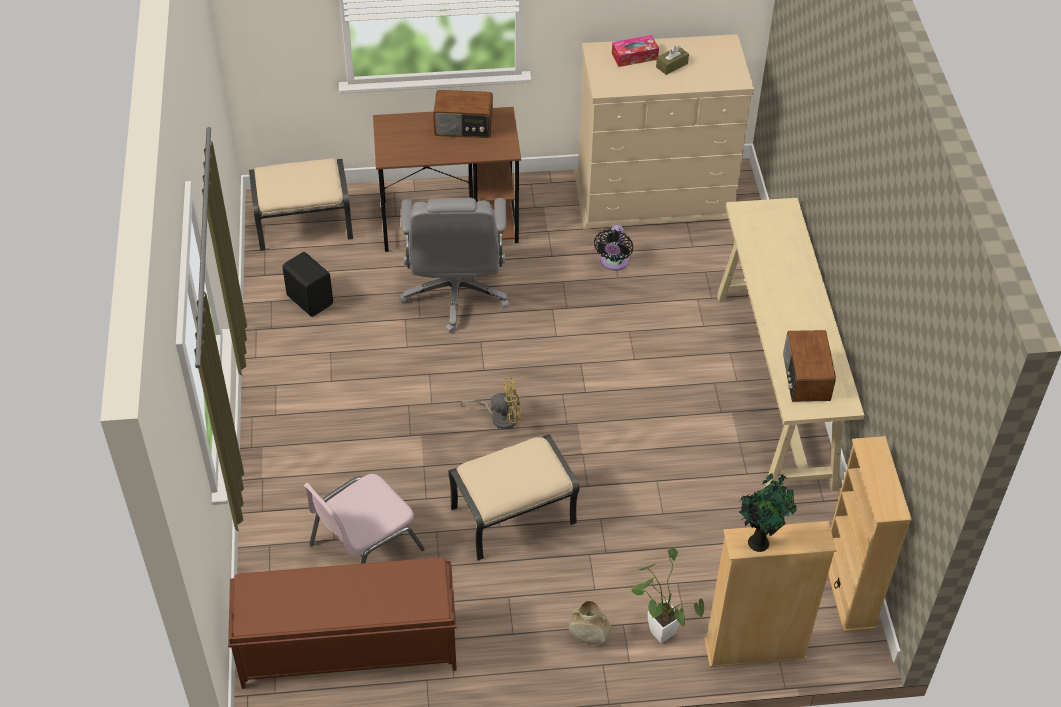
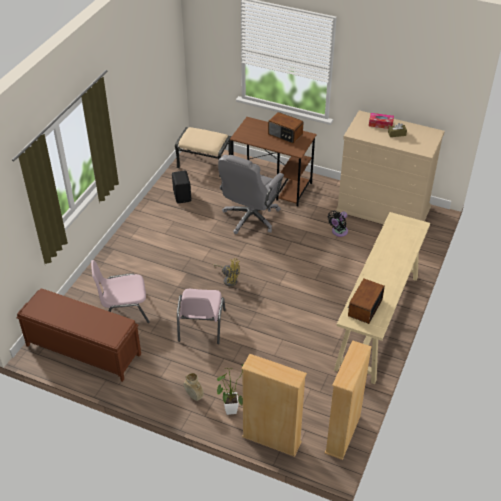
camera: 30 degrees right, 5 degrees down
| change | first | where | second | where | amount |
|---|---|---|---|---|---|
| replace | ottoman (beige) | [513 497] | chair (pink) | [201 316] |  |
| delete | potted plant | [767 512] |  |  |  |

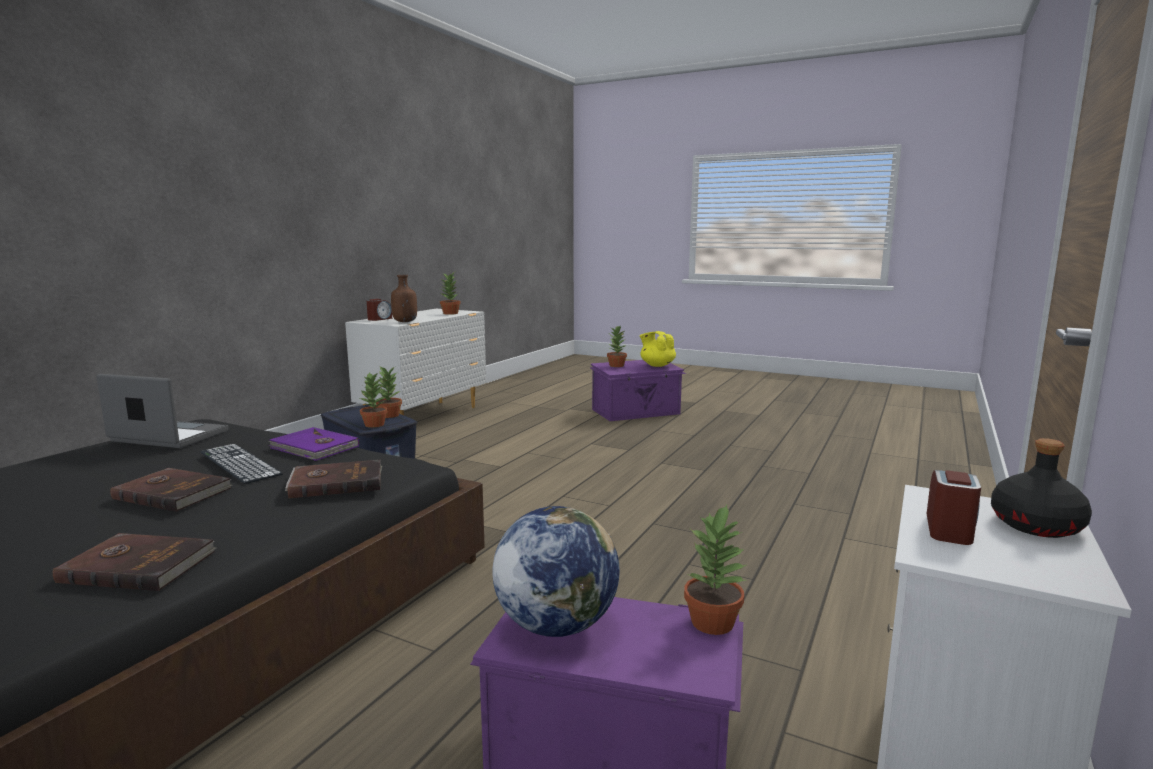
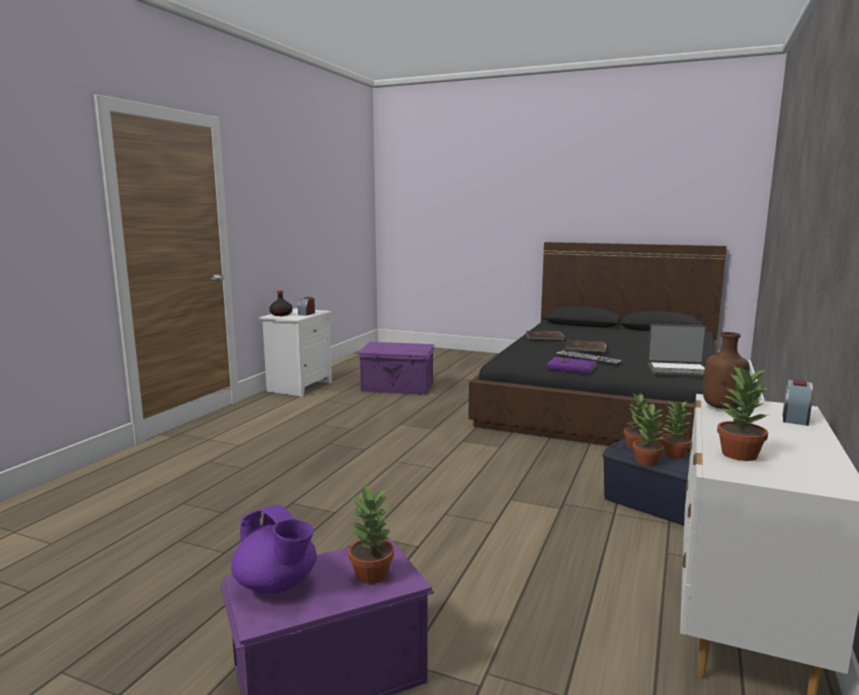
camera: 175 degrees right, 0 degrees up
| change | first | where | second | where | amount |
|---|---|---|---|---|---|
| recolor | teapot (yellow) | [658 349] | teapot (purple) | [274 549] |  |
| delete | book (brown) | [333 479] |  |  |  |
| move | potted plant | [715 570] |  | [676 430] |  |
| delete | globe | [556 571] |  |  |  |

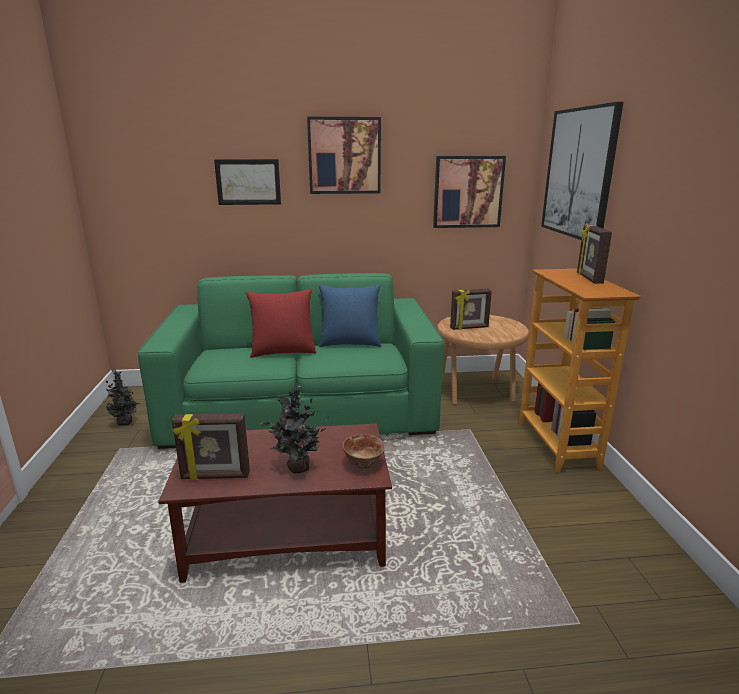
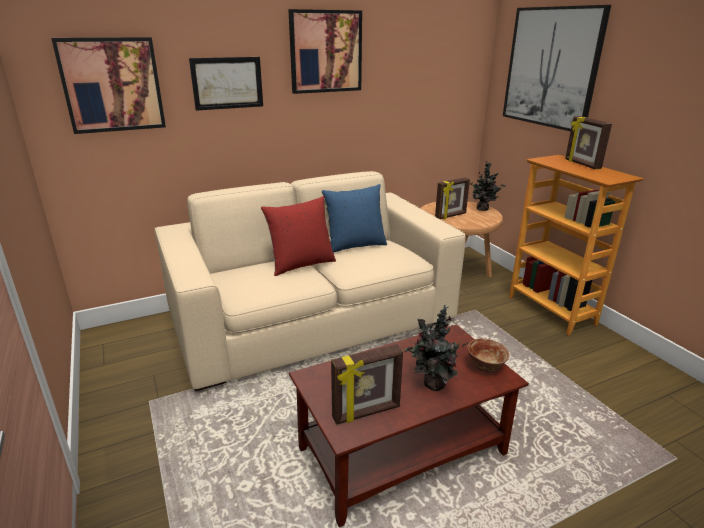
camera: 20 degrees left, 5 degrees up
| change | first | where | second | where | amount |
|---|---|---|---|---|---|
| move | picture | [469 192] |  | [108 85] |  |
| recolor | sofa (green) | [291 361] | sofa (beige) | [310 281] |  |
| move | potted plant | [123 397] |  | [488 186] |  |

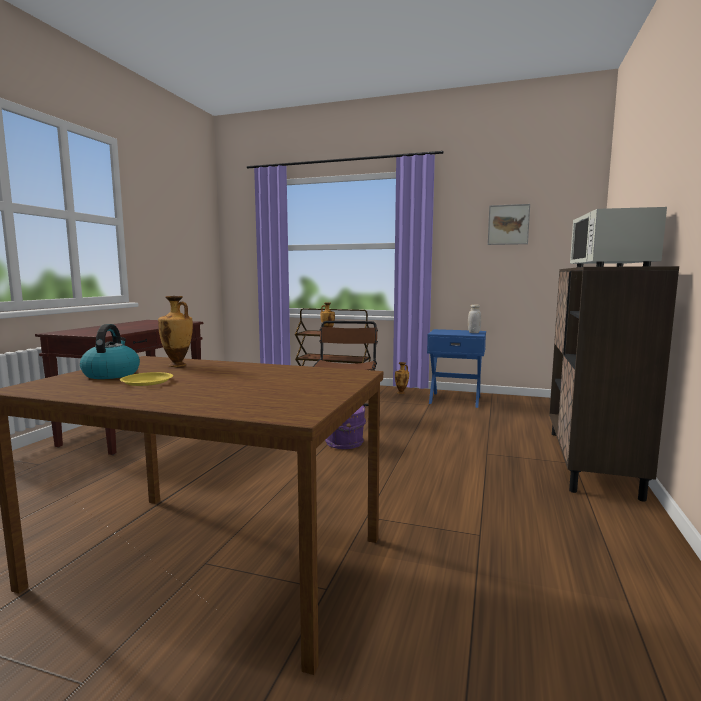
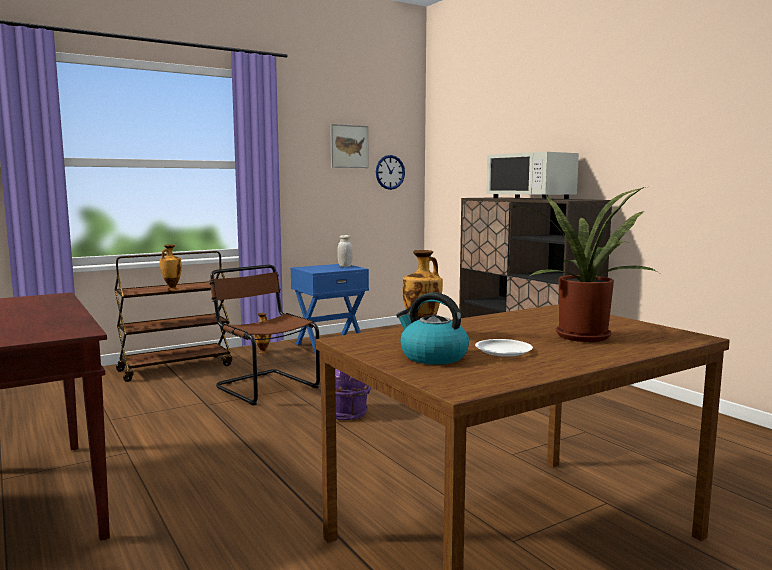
camera: 50 degrees left, 0 degrees up
| change | first | where | second | where | amount |
|---|---|---|---|---|---|
| recolor | plate (yellow) | [146 379] | plate (white) | [504 348] |  |
| insert |  |  | wall clock | [390 172] |  |
| insert |  |  | potted plant | [586 264] |  |

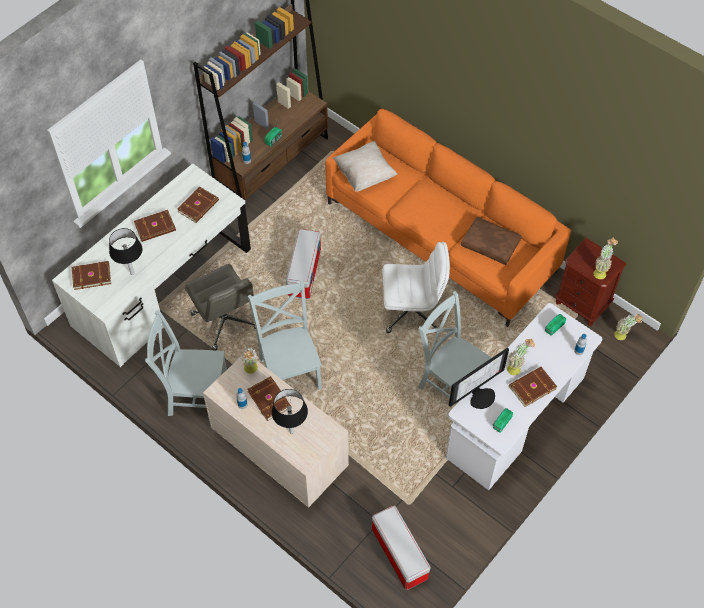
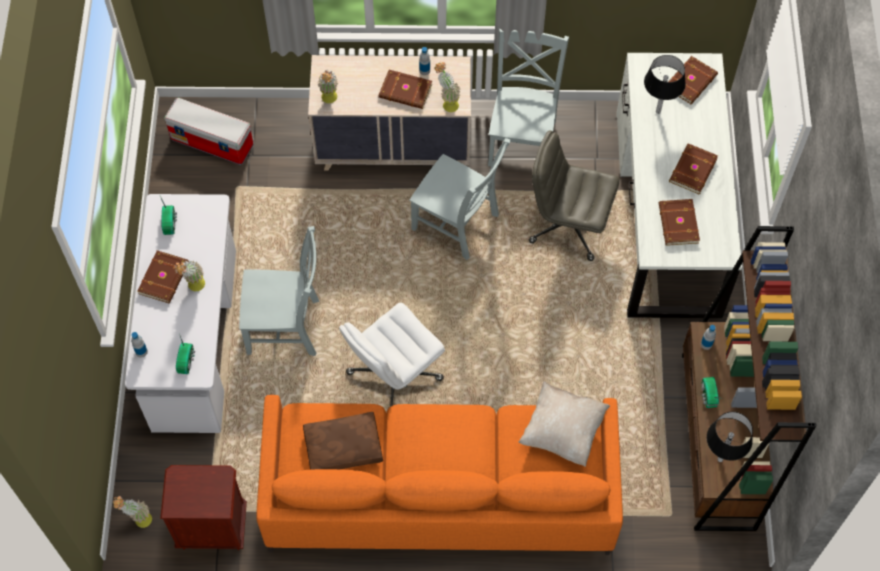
camera: 140 degrees right, 5 degrees up
| change | first | where | second | where | amount |
|---|---|---|---|---|---|
| delete | storage box | [303 264] |  |  |  |
| move | potted plant | [605 258] |  | [328 86] |  |
| rotate | chair (grey) | [186 363] |  | [528 97] | 45 degrees counterclockwise |
| delete | monitor | [479 378] |  |  |  |
| move | table lamp (black) | [290 411] |  | [730 437] |  |

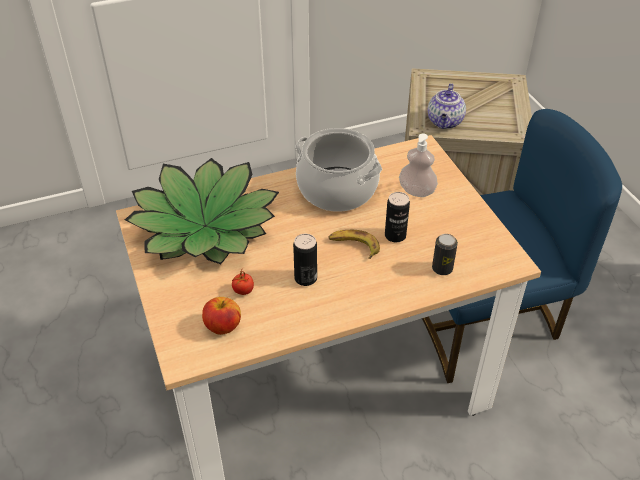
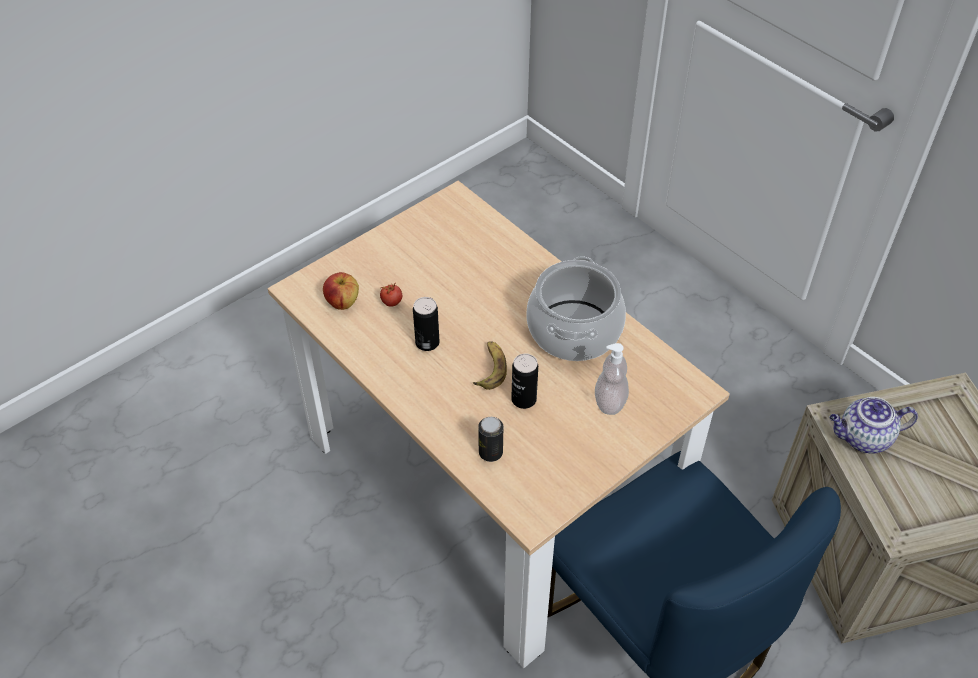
camera: 70 degrees right, 5 degrees up
| change | first | where | second | where | amount |
|---|---|---|---|---|---|
| delete | potted plant | [202 211] |  |  |  |

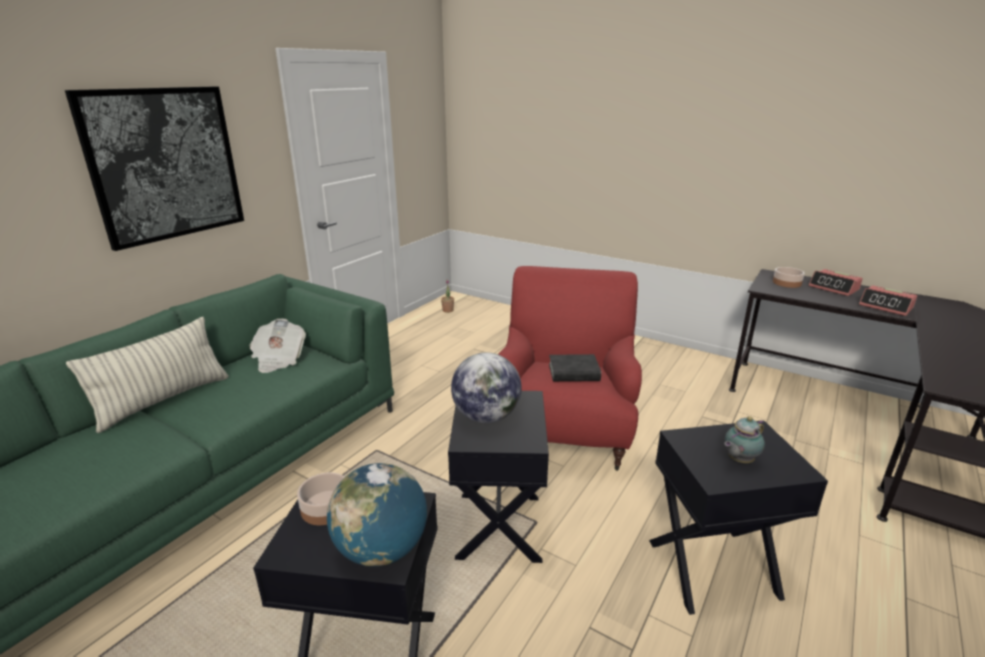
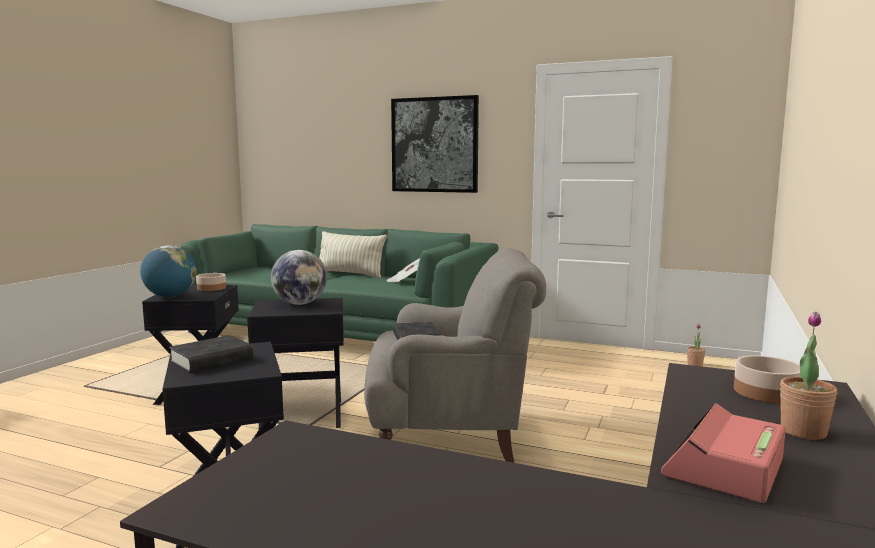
camera: 80 degrees right, 15 degrees down
| change | first | where | second | where | amount |
|---|---|---|---|---|---|
| recolor | armchair (red) | [570 368] | armchair (grey) | [455 355] |  |
| replace | alarm clock | [835 282] | potted plant | [808 376] |  |
| replace | teapot | [744 439] | book (black) | [211 354] |  |

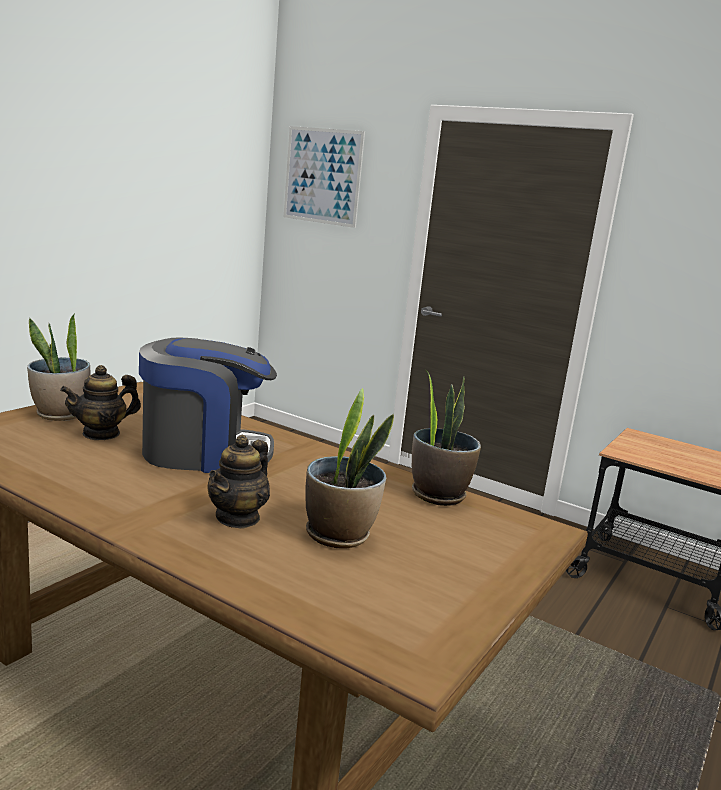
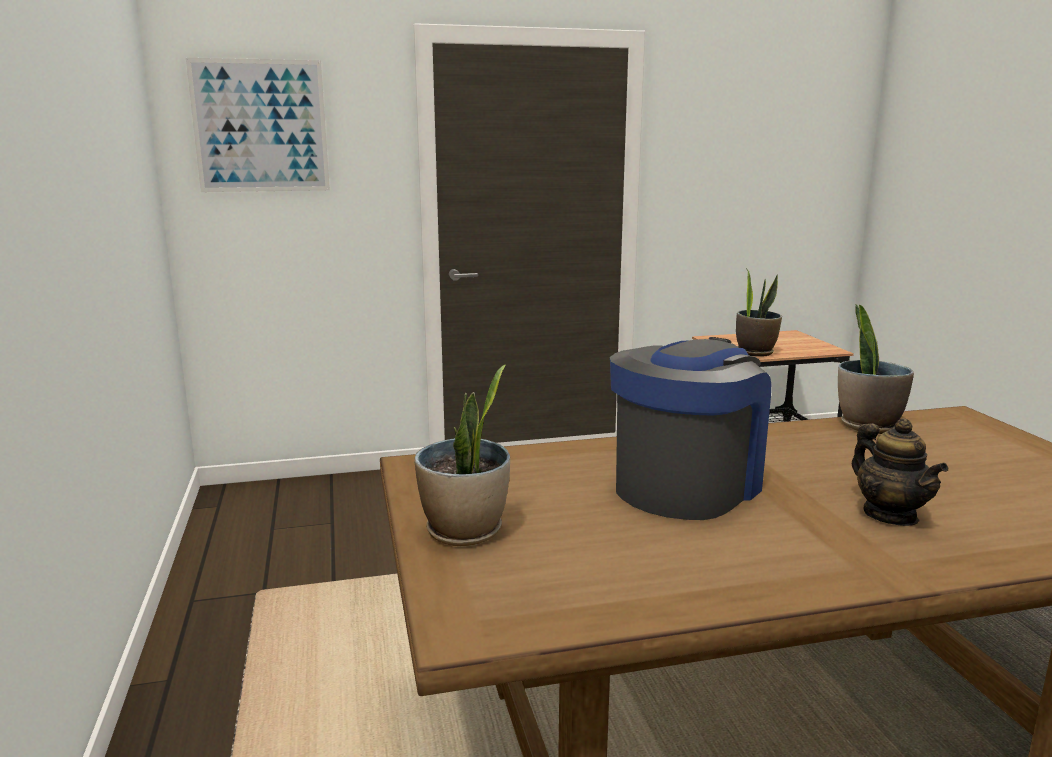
camera: 45 degrees left, 0 degrees up
| change | first | where | second | where | amount |
|---|---|---|---|---|---|
| delete | teapot | [100 402] |  |  |  |
| move | potted plant | [349 468] |  | [759 312] |  |

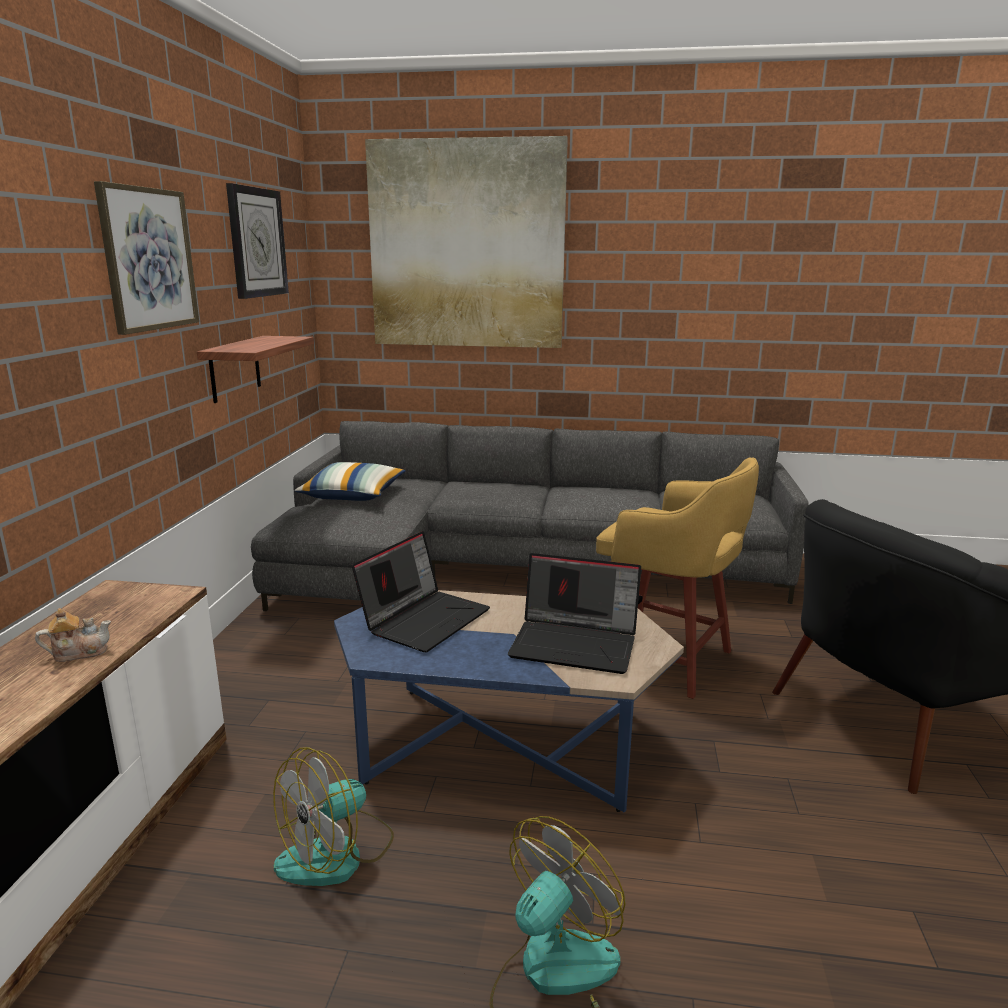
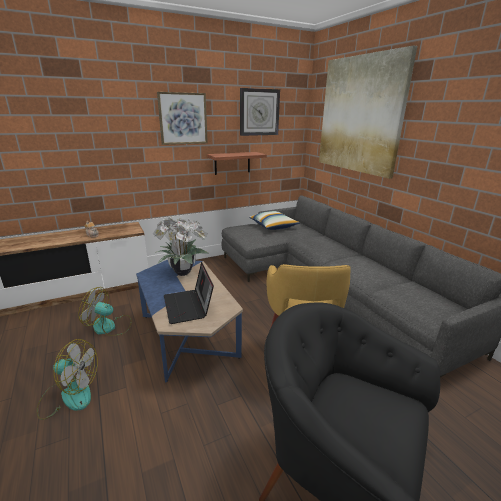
camera: 55 degrees right, 5 degrees up
| change | first | where | second | where | amount |
|---|---|---|---|---|---|
| replace | laptop | [421 592] | potted plant | [180 246] |  |

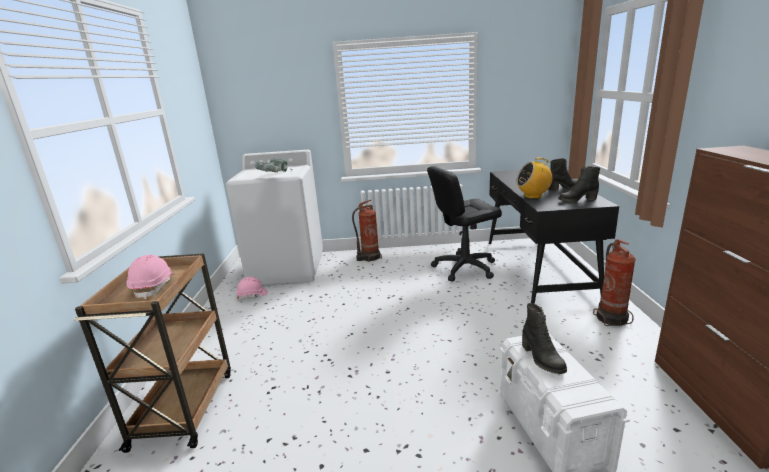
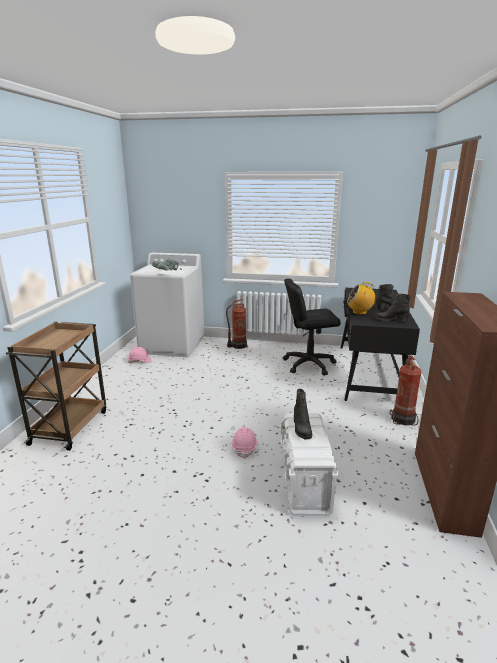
camera: 10 degrees right, 0 degrees up
| change | first | where | second | where | amount |
|---|---|---|---|---|---|
| move | hard hat (pink) | [151 277] |  | [244 443] |  |

